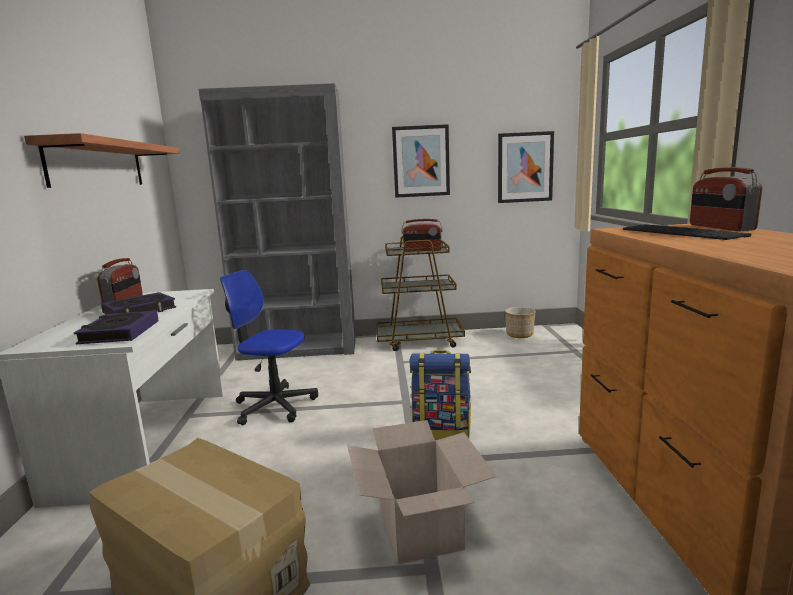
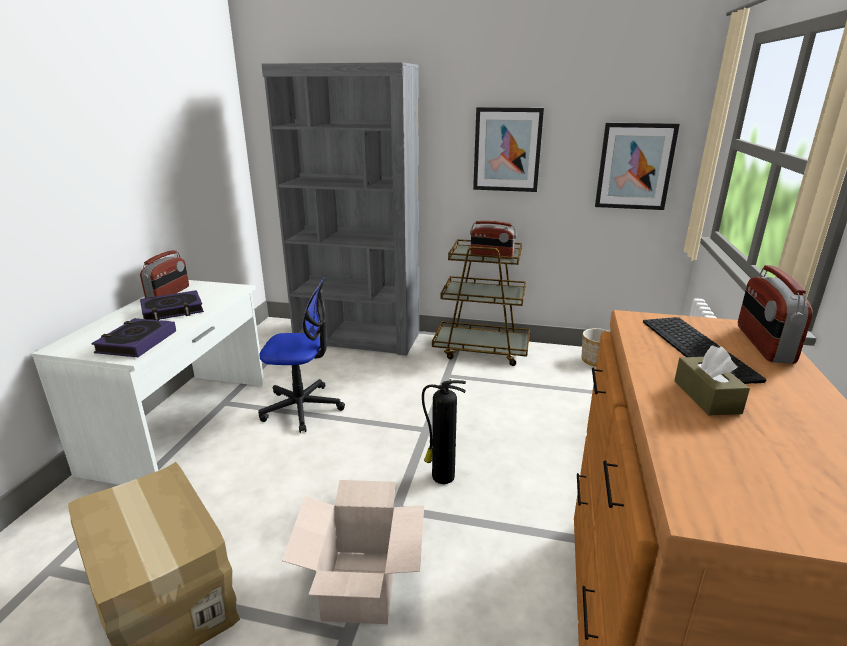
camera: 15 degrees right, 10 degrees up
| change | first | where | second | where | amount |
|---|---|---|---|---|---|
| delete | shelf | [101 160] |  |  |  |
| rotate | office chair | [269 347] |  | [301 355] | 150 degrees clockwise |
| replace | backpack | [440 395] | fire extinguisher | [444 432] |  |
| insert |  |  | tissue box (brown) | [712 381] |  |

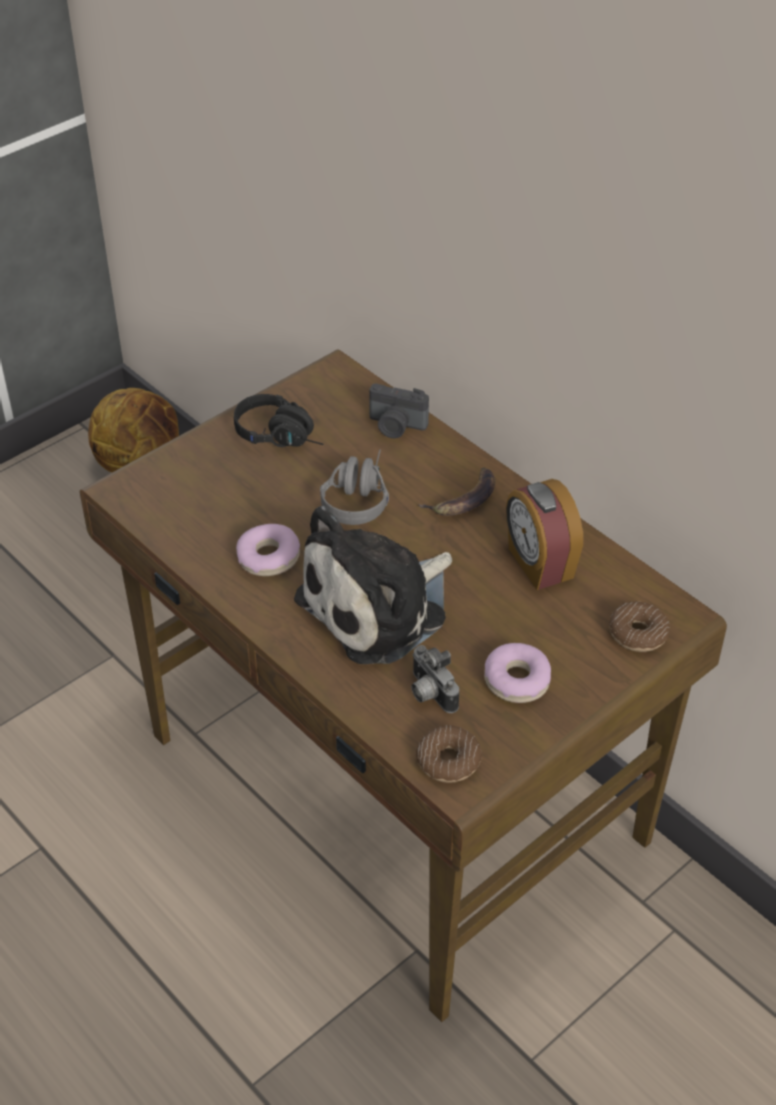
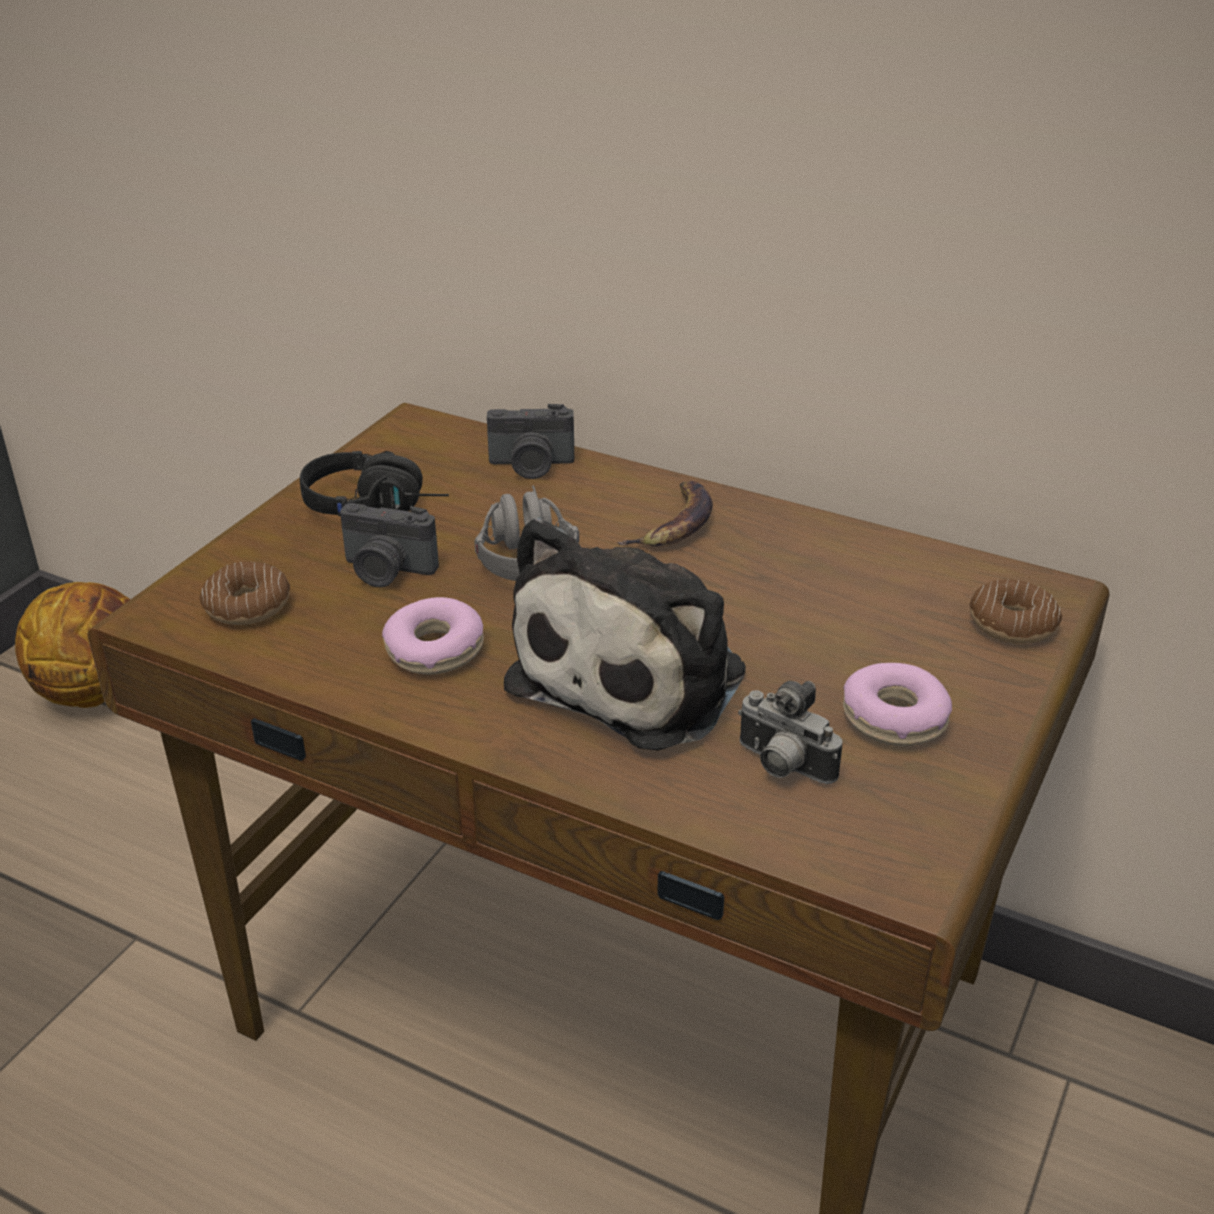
camera: 20 degrees left, 10 degrees down
| change | first | where | second | where | amount |
|---|---|---|---|---|---|
| delete | alarm clock | [544 534] |  |  |  |
| move | donut | [449 754] |  | [245 593] |  |
| insert |  |  | photo camera | [389 545] |  |

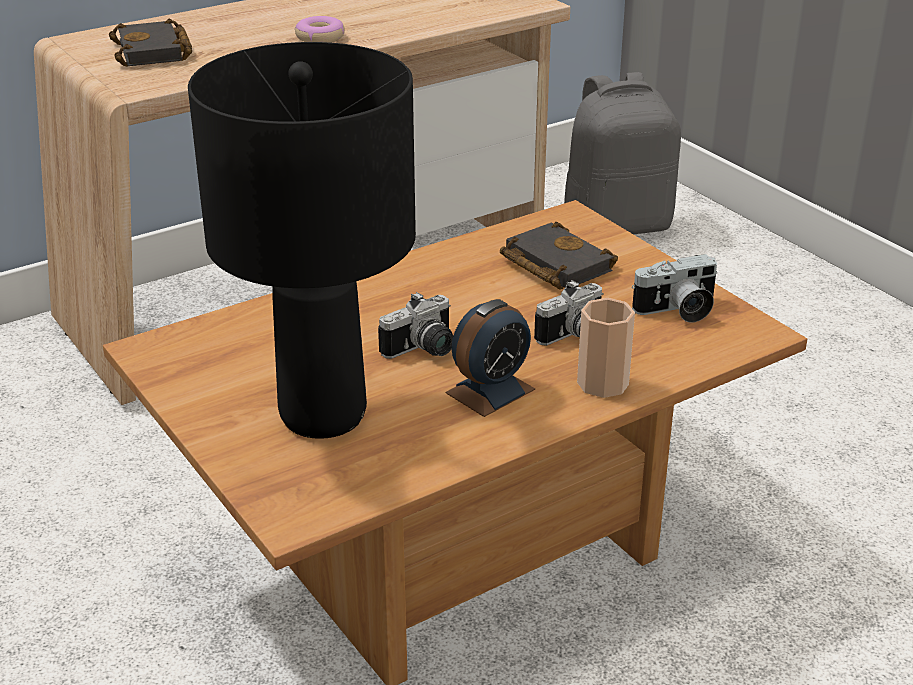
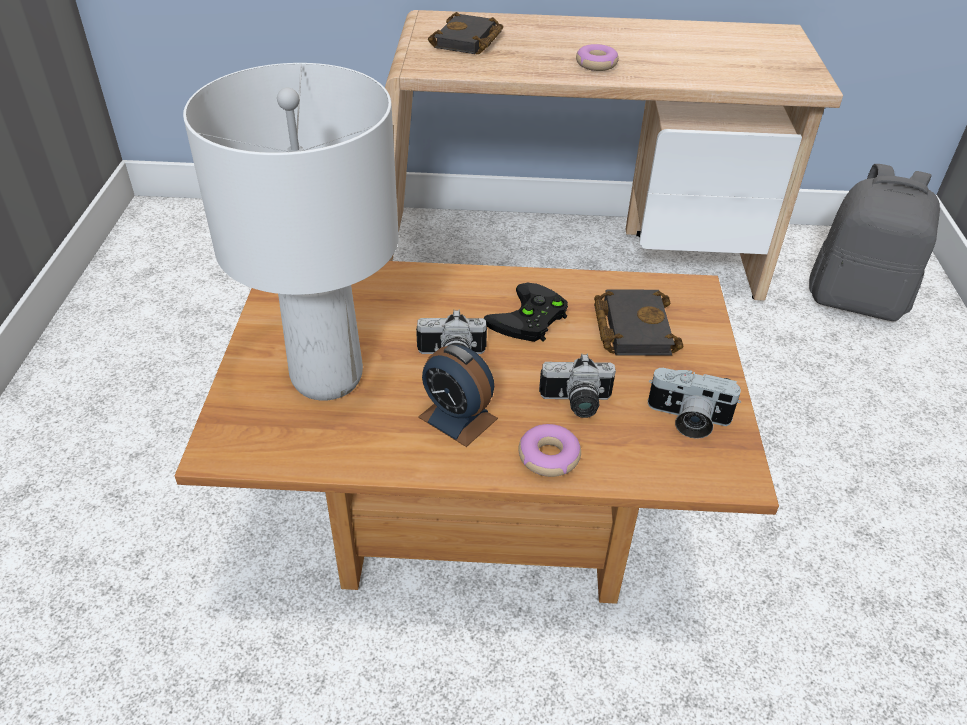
camera: 35 degrees right, 10 degrees up
| change | first | where | second | where | amount |
|---|---|---|---|---|---|
| recolor | table lamp (black) | [302 240] | table lamp (white) | [291 232] |  |
| replace | cup | [606 348] | donut | [549 450] |  |
| rotate | alarm clock | [490 358] |  | [458 396] | 45 degrees clockwise |
| insert |  |  | game controller (black) | [526 312] |  |

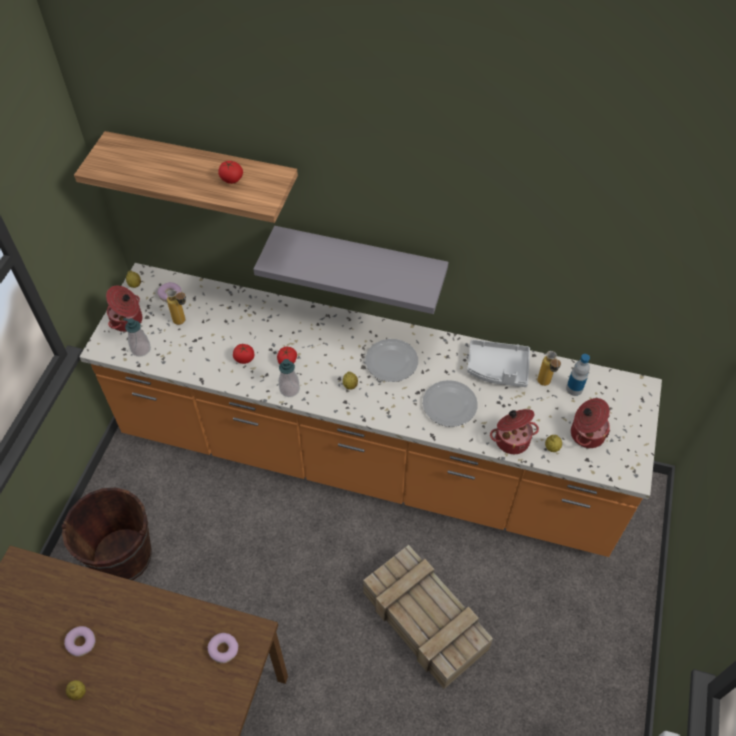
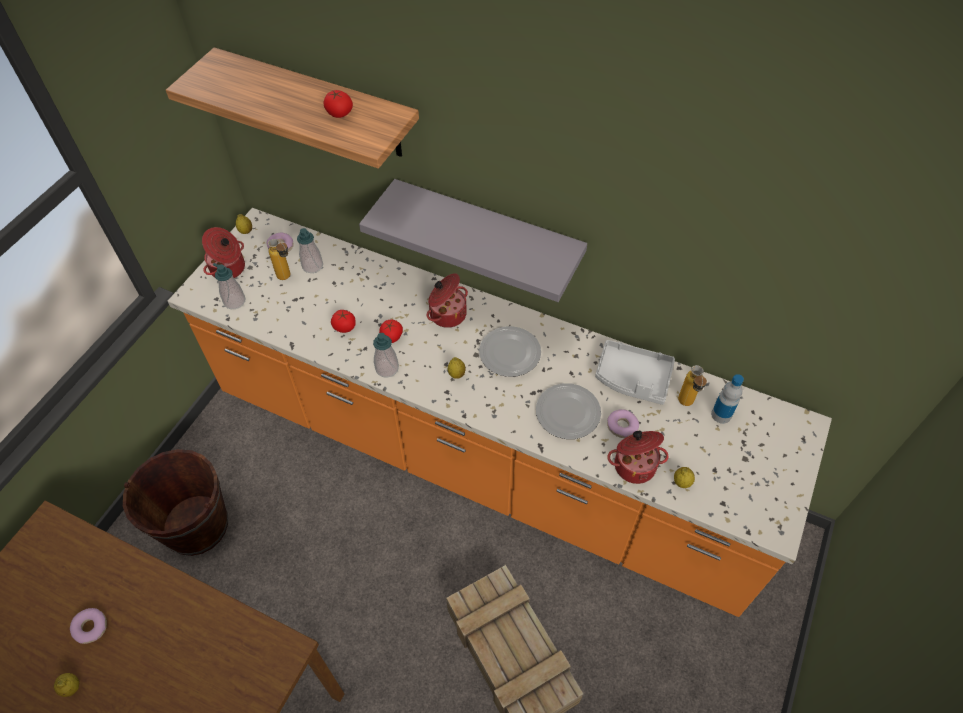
camera: 10 degrees right, 0 degrees up
| change | first | where | second | where | amount |
|---|---|---|---|---|---|
| move | cooking pot | [590 423] |  | [447 300] |  |
| move | donut | [223 648] |  | [623 423] |  |
| insert |  |  | soap dispenser | [310 250] |  |

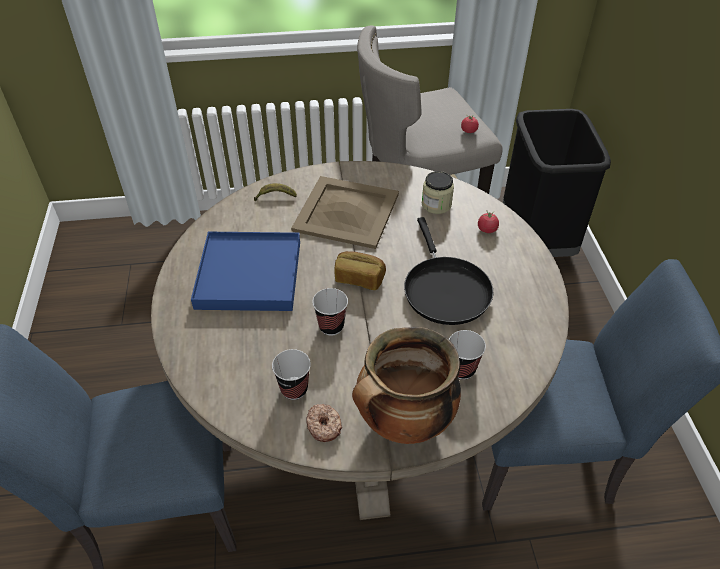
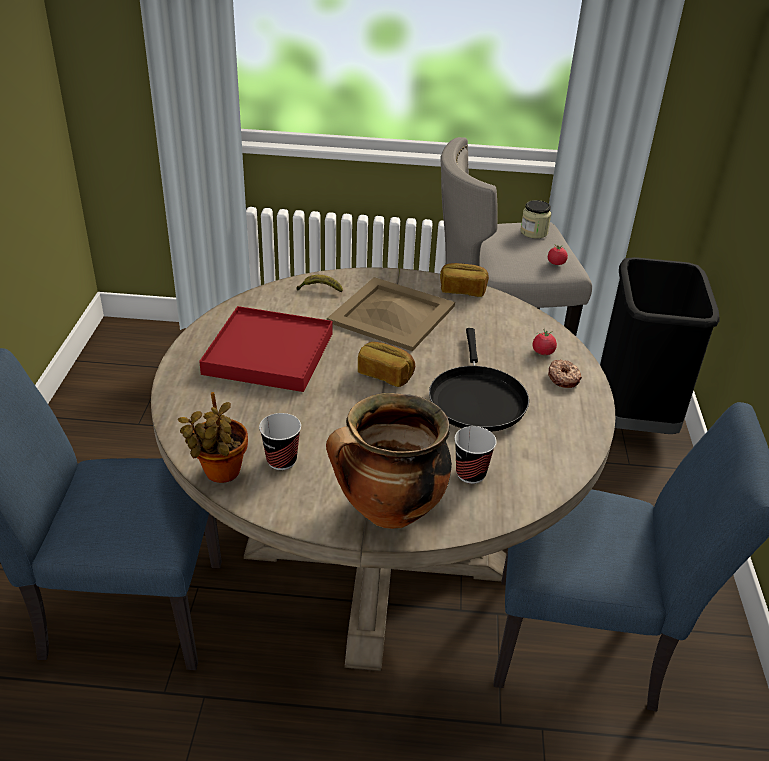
camera: 10 degrees right, 10 degrees down
| change | first | where | second | where | amount |
|---|---|---|---|---|---|
| move | jar | [438 192] |  | [535 219] |  |
| recolor | tray (blue) | [245 271] | tray (red) | [266 349] |  |
| delete | cup | [330 312] |  |  |  |
| move | donut | [324 423] |  | [565 373] |  |
| insert |  |  | bread | [464 280] |  |
| insert |  |  | potted plant | [213 437] |  |

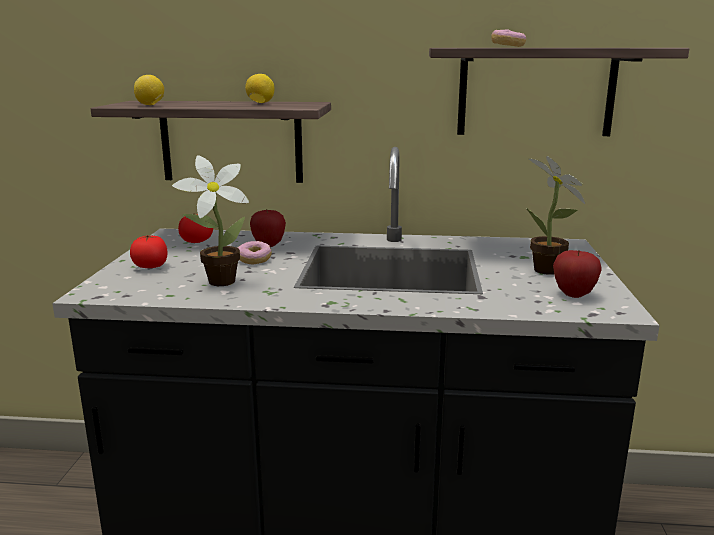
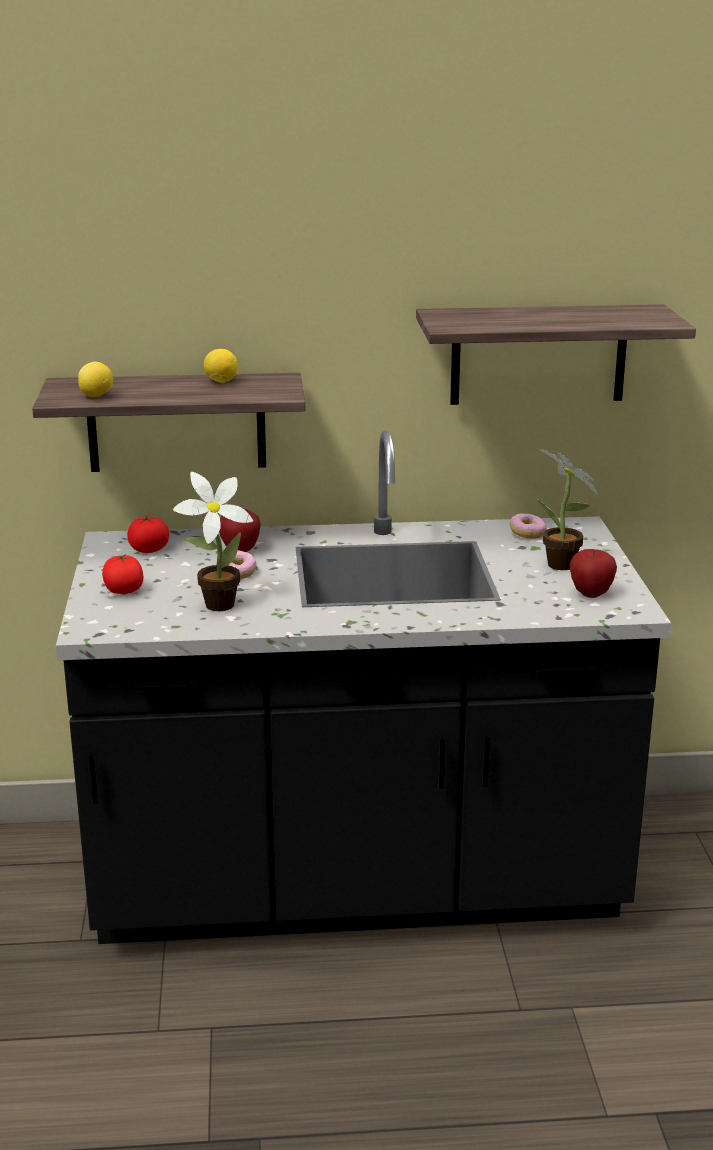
camera: 10 degrees left, 5 degrees up
| change | first | where | second | where | amount |
|---|---|---|---|---|---|
| move | donut | [508 38] |  | [528 526] |  |

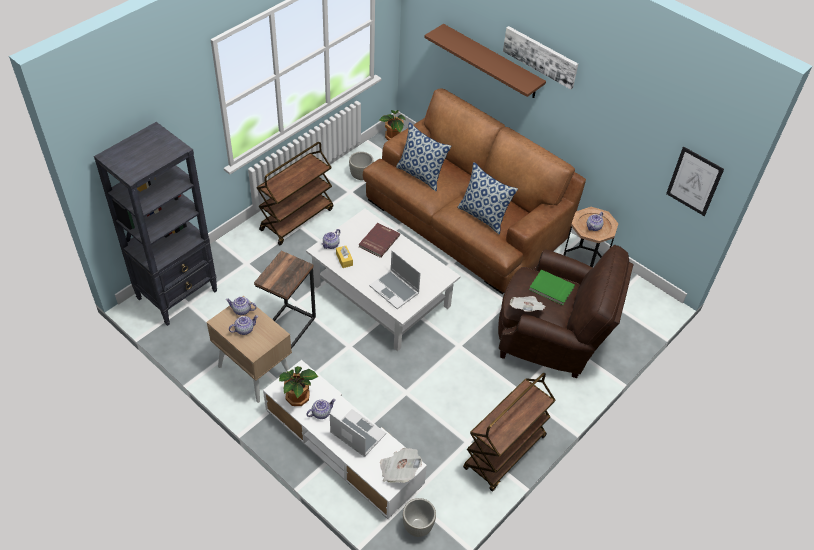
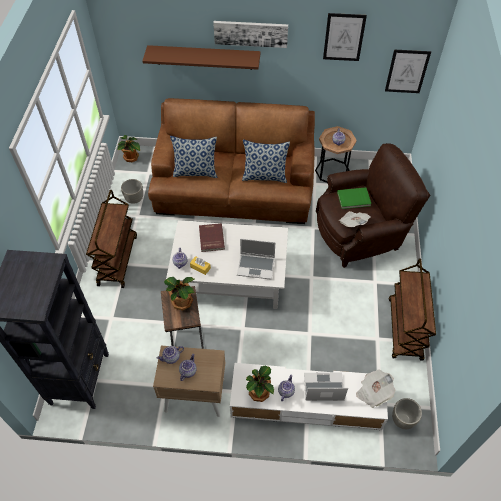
camera: 35 degrees left, 5 degrees up
| change | first | where | second | where | amount |
|---|---|---|---|---|---|
| insert |  |  | picture | [345 37] |  |
| insert |  |  | potted plant | [179 294] |  |

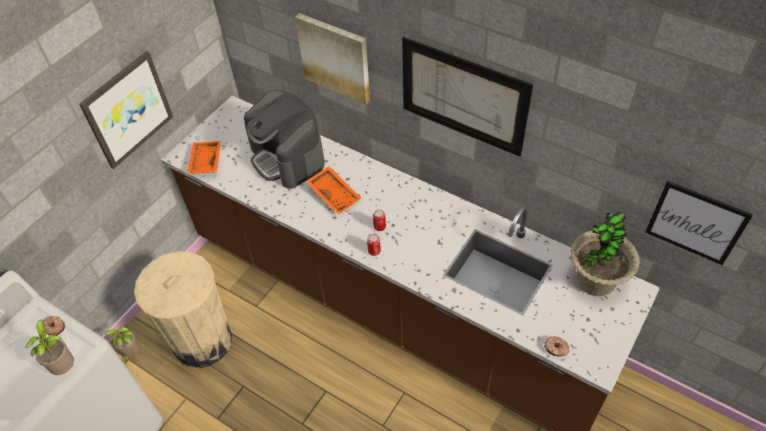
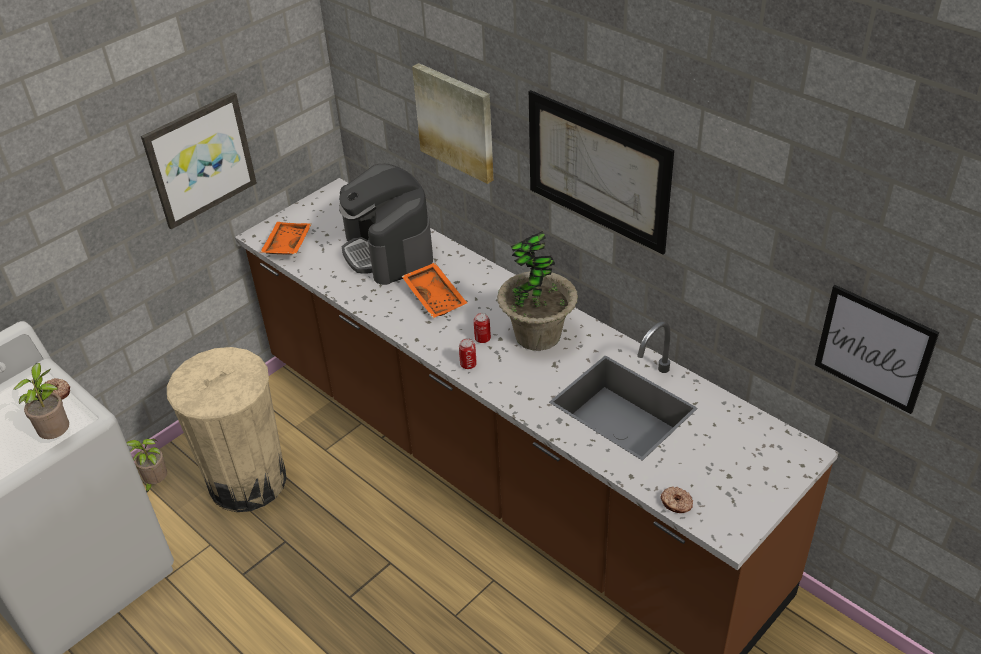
camera: 10 degrees right, 10 degrees down
| change | first | where | second | where | amount |
|---|---|---|---|---|---|
| move | potted plant | [605 253] |  | [537 291] |  |

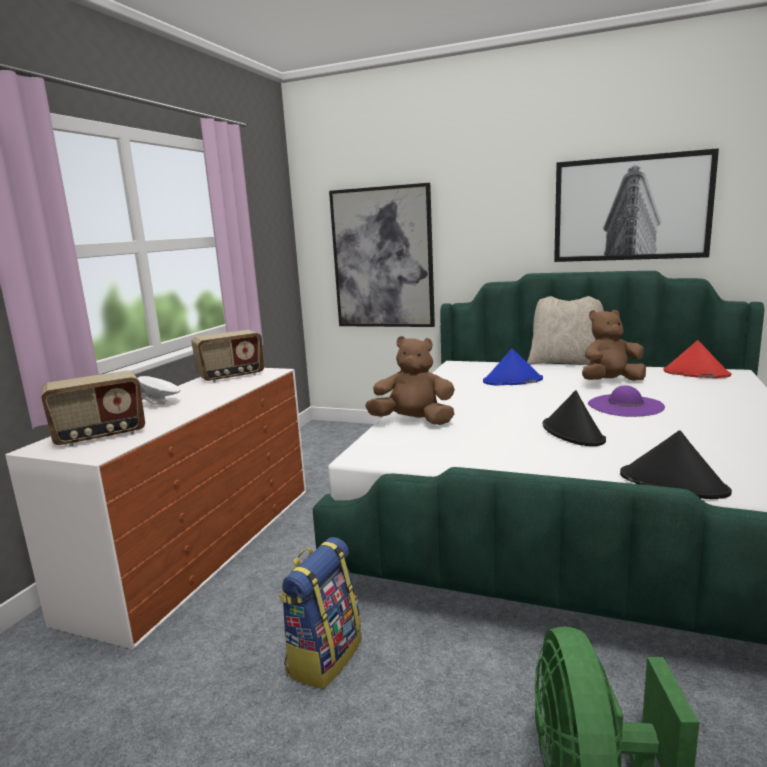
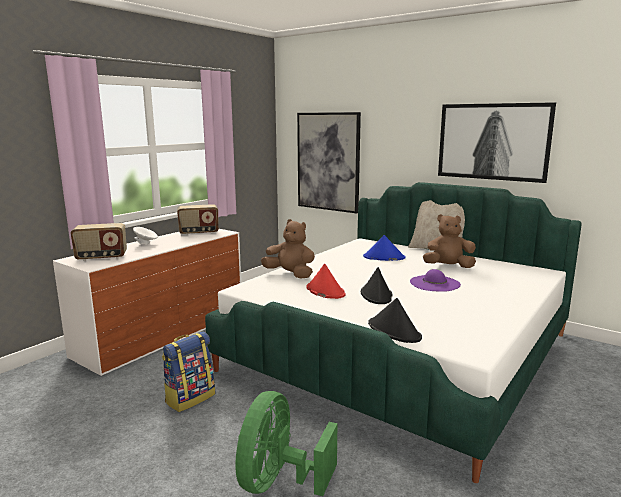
camera: 15 degrees right, 0 degrees up
| change | first | where | second | where | amount |
|---|---|---|---|---|---|
| move | hat (red) | [697 359] |  | [326 281] |  |

